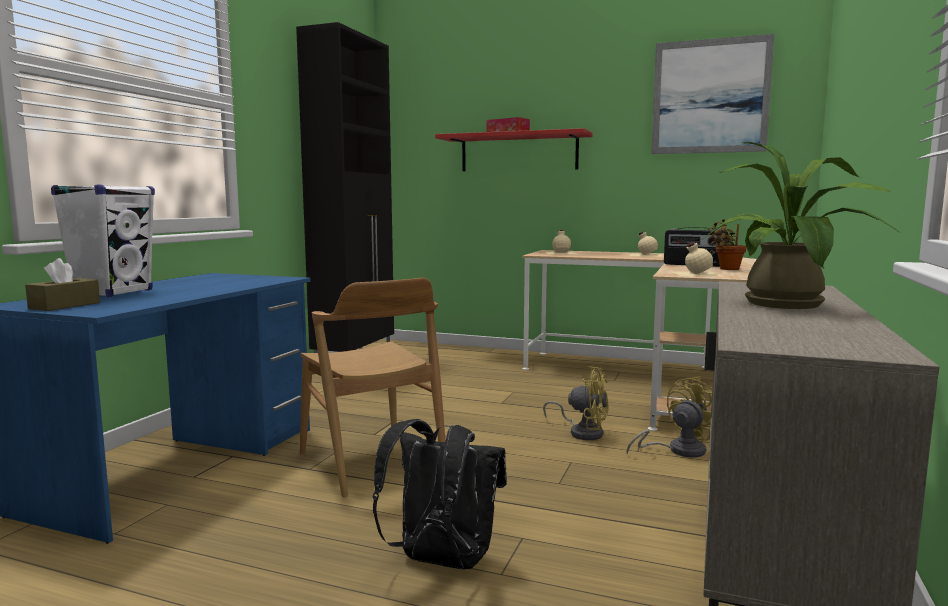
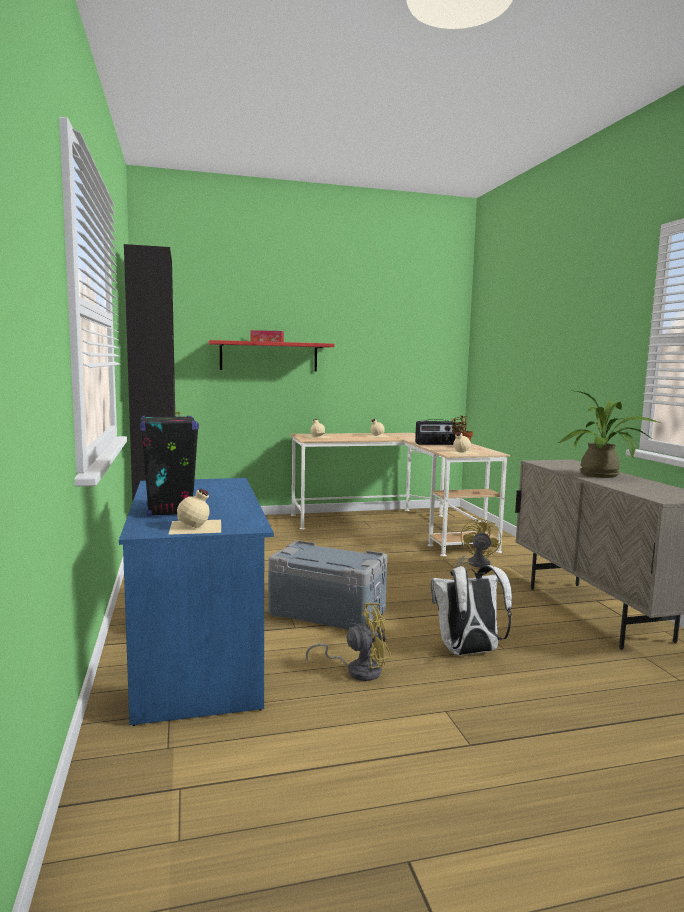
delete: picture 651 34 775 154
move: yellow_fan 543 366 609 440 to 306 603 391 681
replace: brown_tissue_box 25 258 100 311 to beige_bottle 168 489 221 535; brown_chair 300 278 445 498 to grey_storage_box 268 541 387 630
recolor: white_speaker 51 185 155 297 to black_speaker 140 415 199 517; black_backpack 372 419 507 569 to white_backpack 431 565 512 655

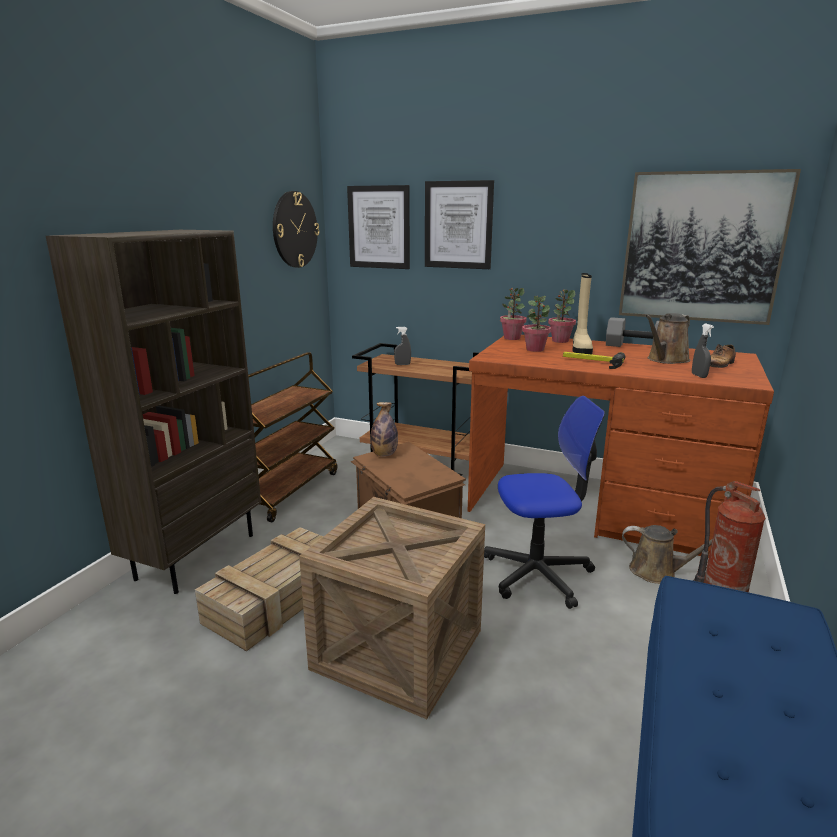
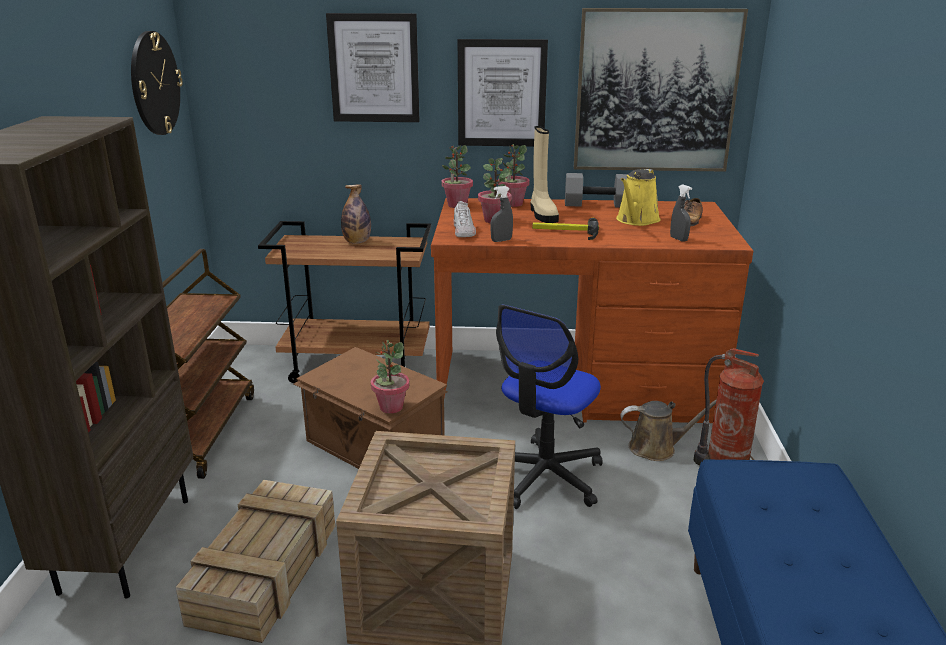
insert: potted_plant 371 340 410 414; white_shoe 453 201 476 237
move: picture 347 185 410 269 to 458 39 548 146; bottle 370 402 398 456 to 341 184 371 244; grey_spray_bottle 394 327 411 365 to 490 186 513 242
recolor: brown_watering_can 645 313 690 364 to yellow_watering_can 616 169 660 226
rotate: office_chair 484 396 605 609 = 496 305 602 509 150 degrees clockwise

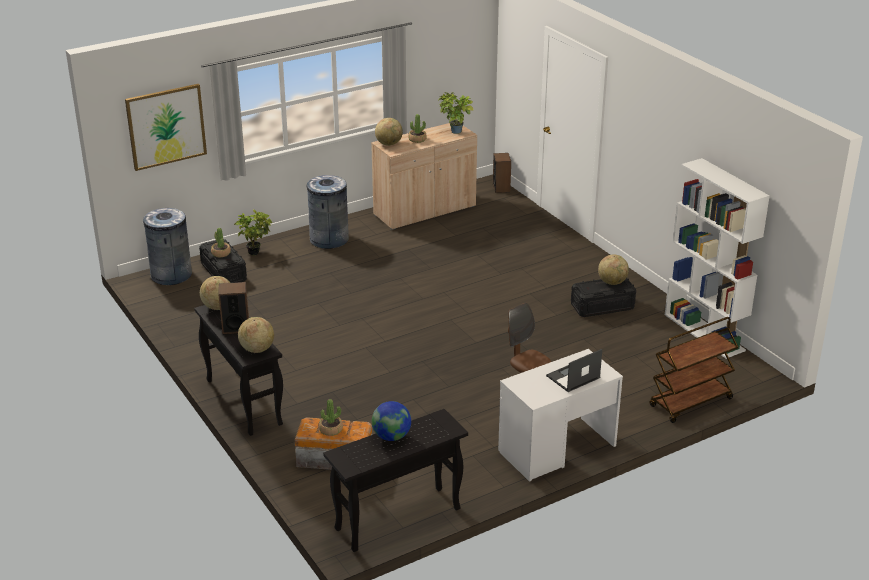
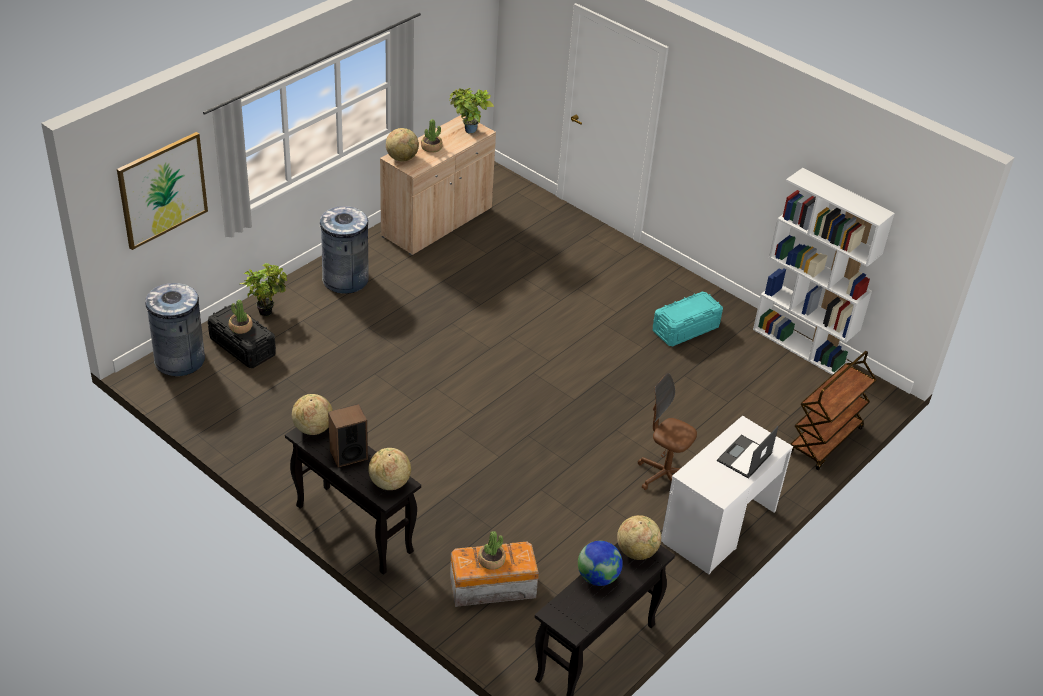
delete: speaker 493 153 511 193
move: globe 598 254 629 285 to 617 515 661 560
recolor: black_storage_box 571 278 636 317 to turquoise_storage_box 652 292 723 346

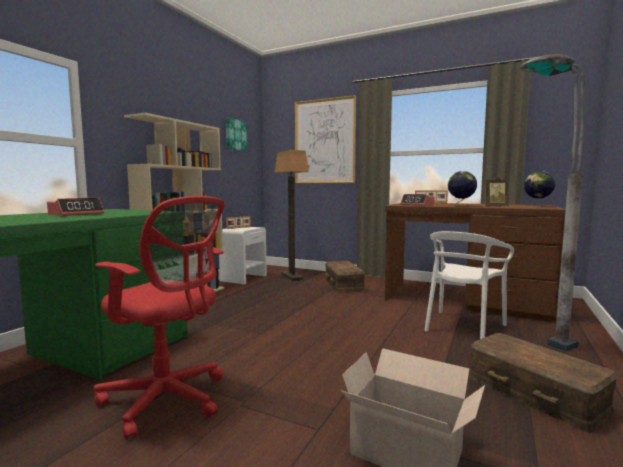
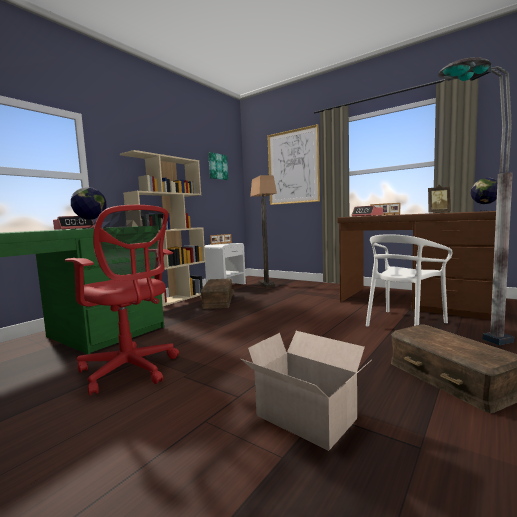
move: brown_storage_box 325 261 365 293 to 200 279 234 309; globe 448 171 477 207 to 71 187 106 229

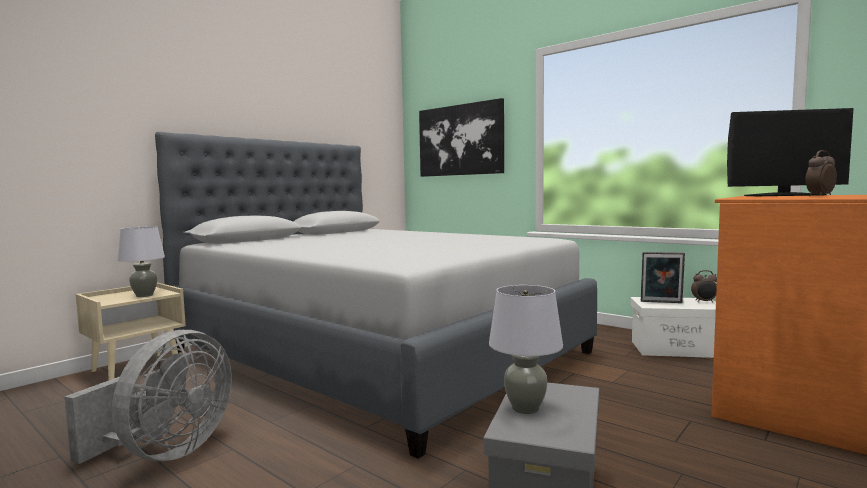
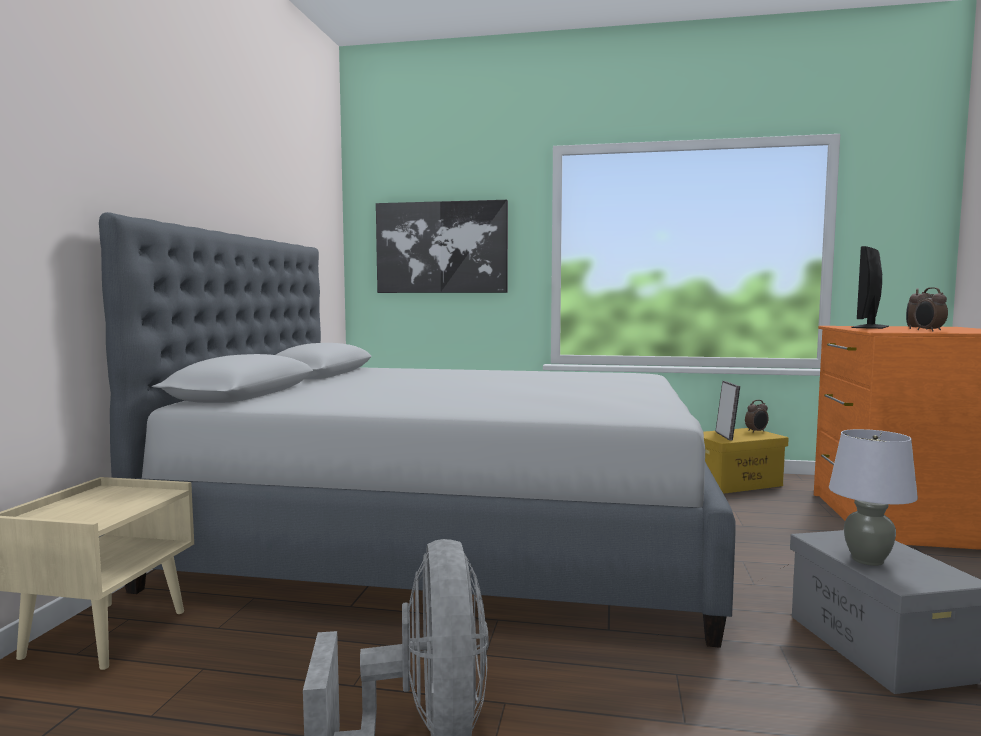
delete: grey_table_lamp 118 226 165 297
insert: alarm_clock 914 287 948 331
recolor: white_storage_box 630 297 716 358 to yellow_storage_box 703 428 789 494
rotate: picture_frame 641 252 685 303 = 715 381 740 441 75 degrees counterclockwise; monitor 727 108 854 196 = 852 246 889 329 150 degrees clockwise

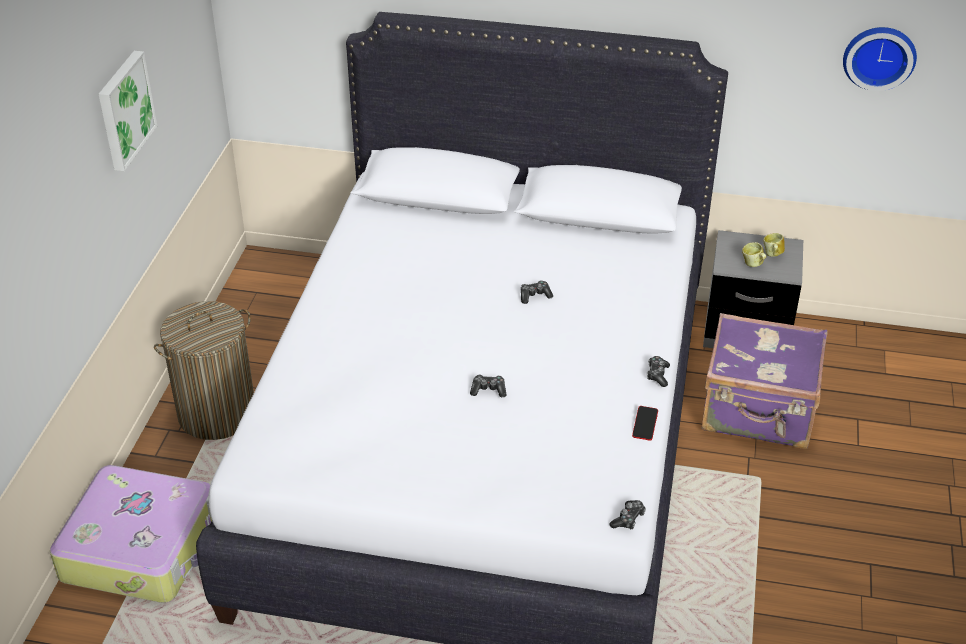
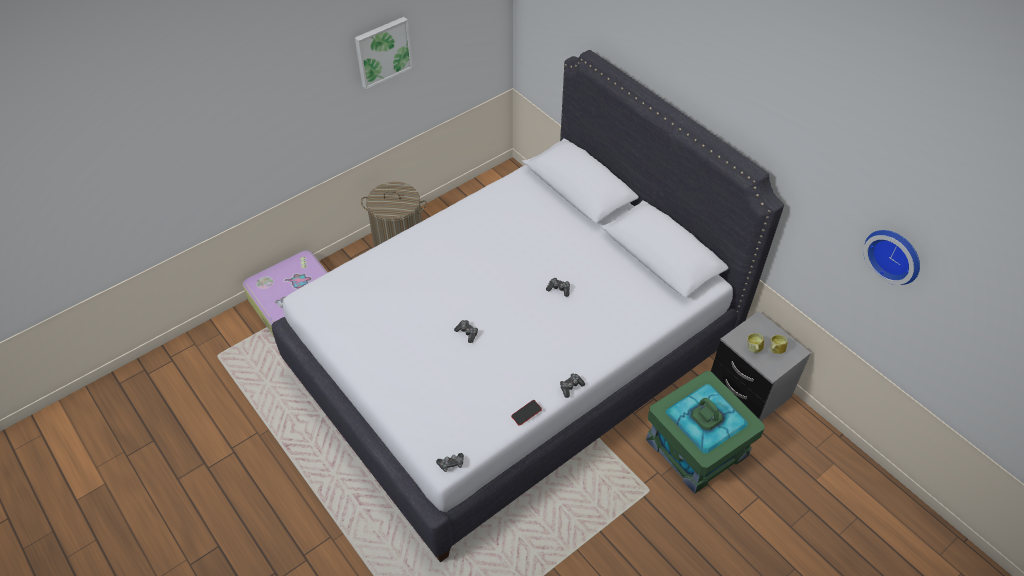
replace: purple_suitcase 702 313 827 449 to green_storage_box 646 371 765 494

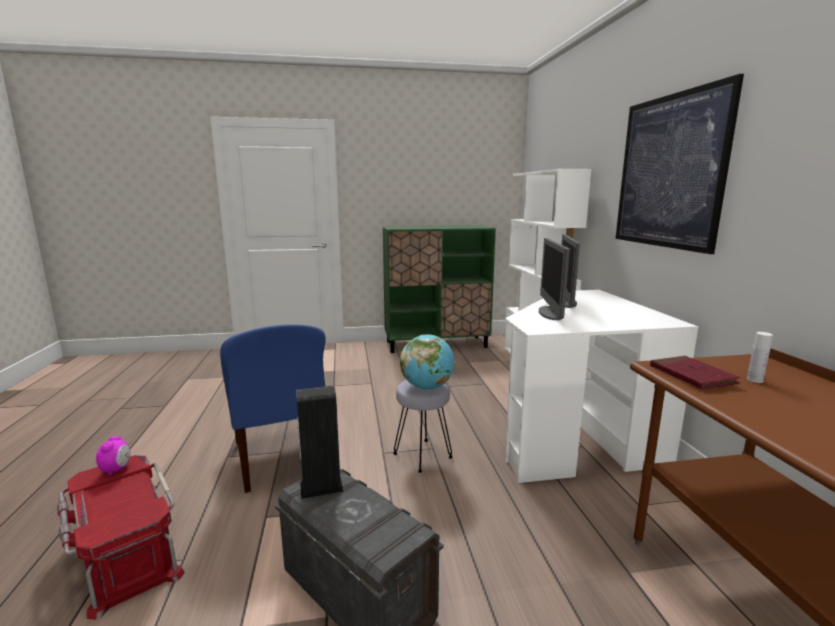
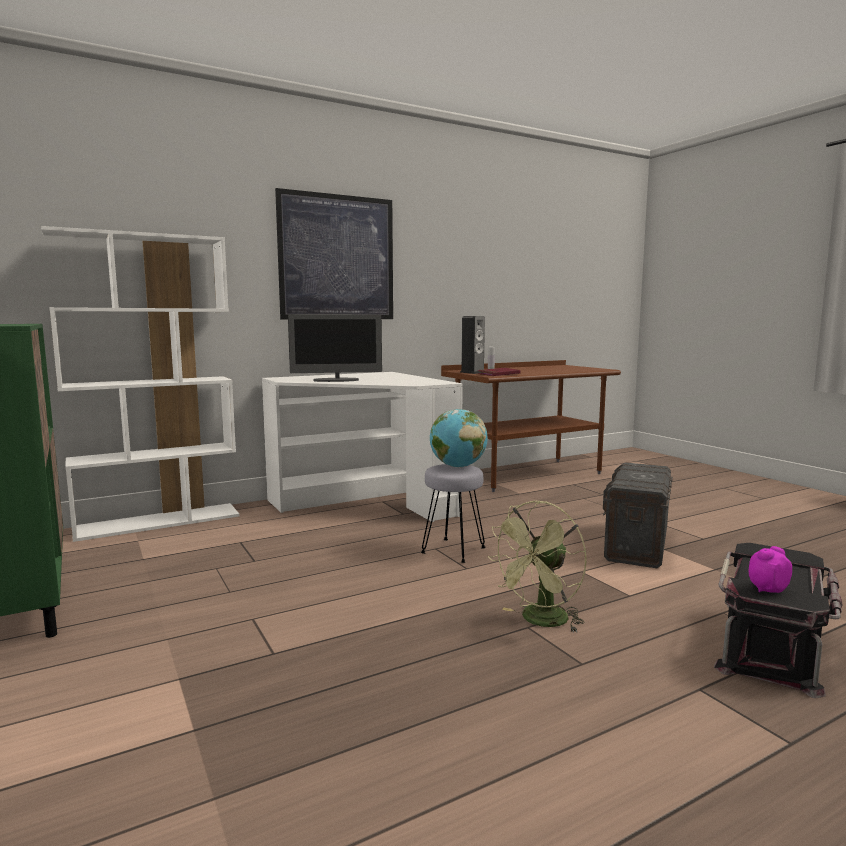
delete: monitor 539 238 570 320
move: speaker 296 385 344 499 to 460 316 485 374
replace: blue_chair 220 324 326 493 to green_fan 488 501 587 633
recolor: red_storage_box 57 455 185 620 to black_storage_box 714 543 843 698

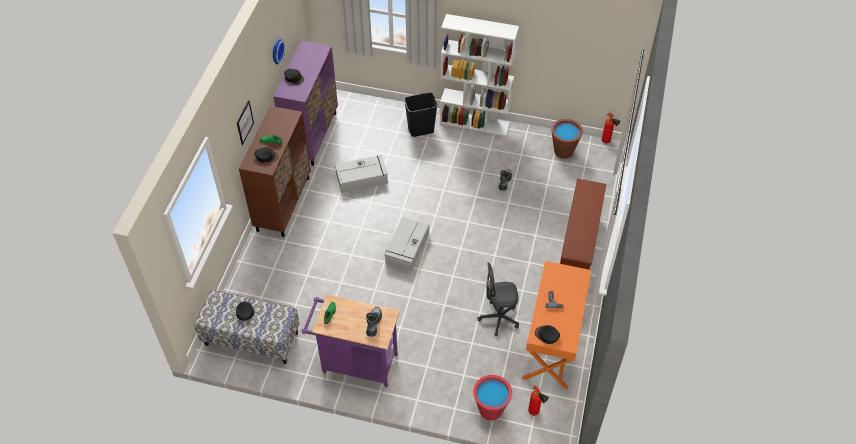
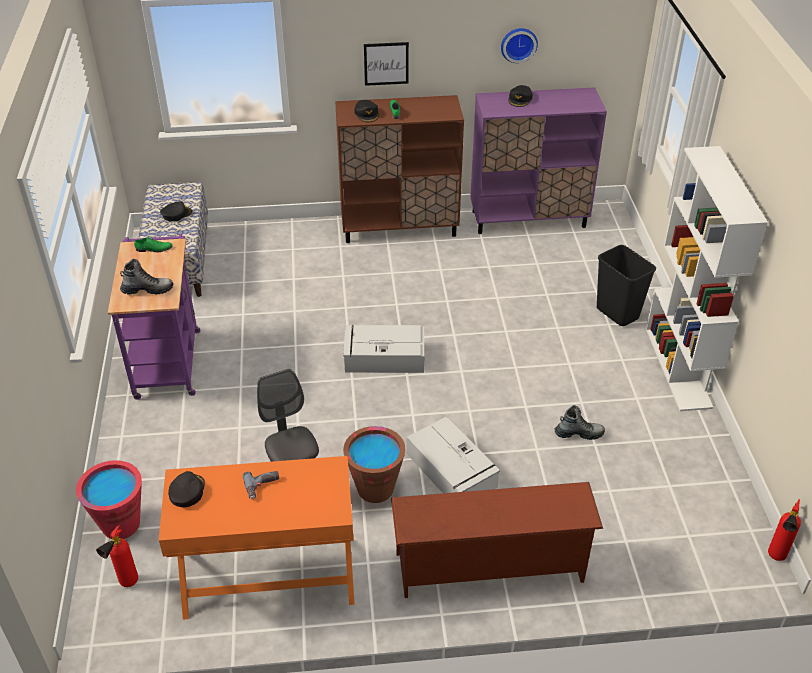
move: grey_storage_box 335 155 388 193 to 406 417 500 493; brown_bucket 551 119 583 159 to 343 426 405 503

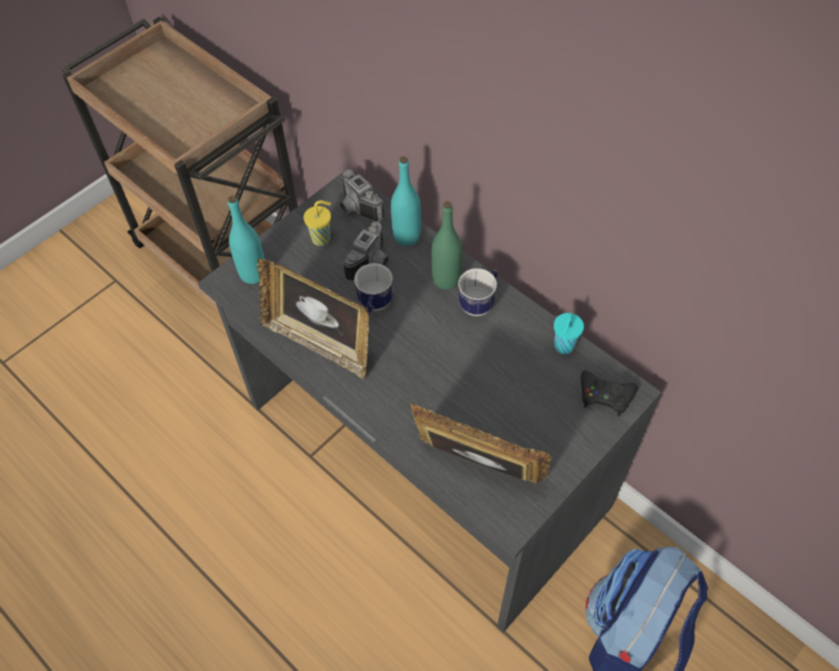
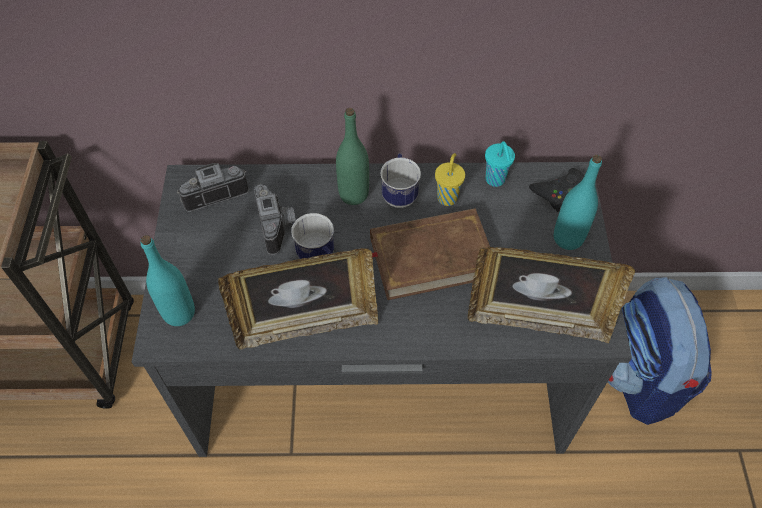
insert: brown_book 370 208 490 300
move: yellow_cup 304 200 331 246 to 435 153 465 206; turquoise_bottle 391 156 421 246 to 554 155 602 250
rotate: photo_camera 340 169 384 222 = 177 163 249 212 150 degrees clockwise; picture_frame 411 403 552 484 = 468 247 635 343 150 degrees counterclockwise

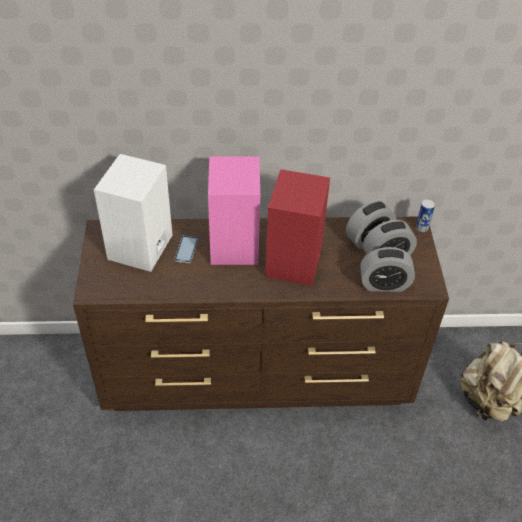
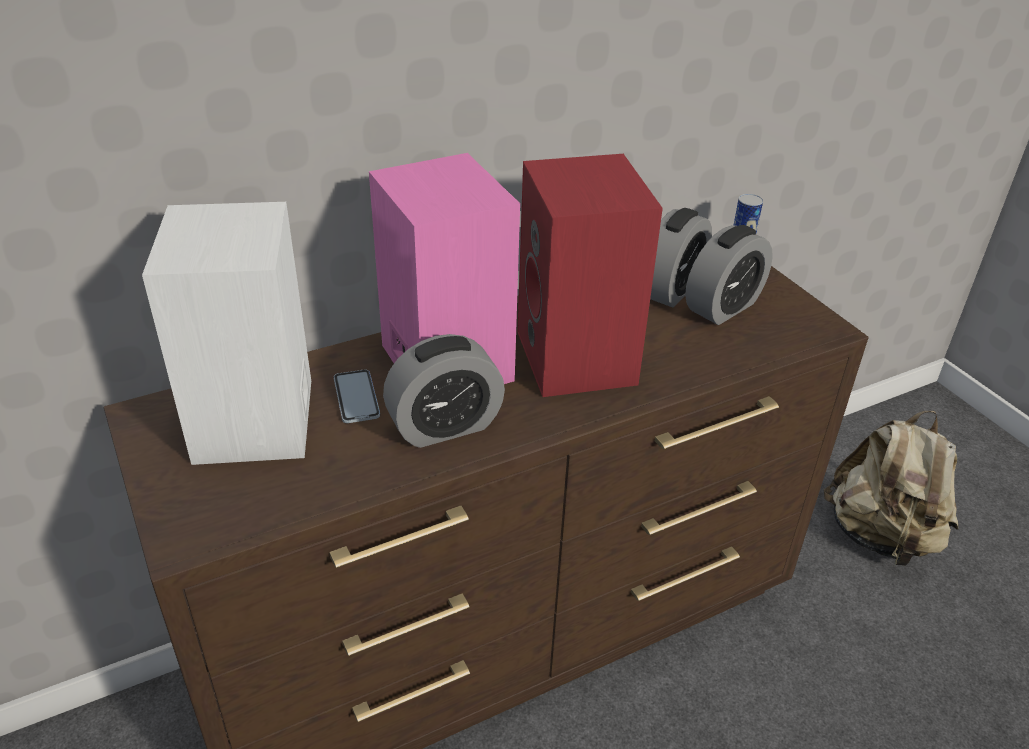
move: alarm_clock 360 247 415 292 to 383 334 505 448

